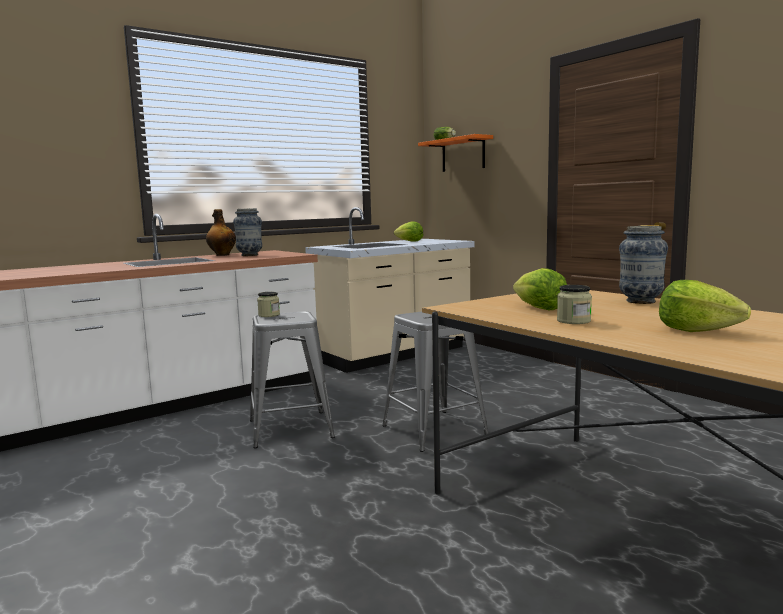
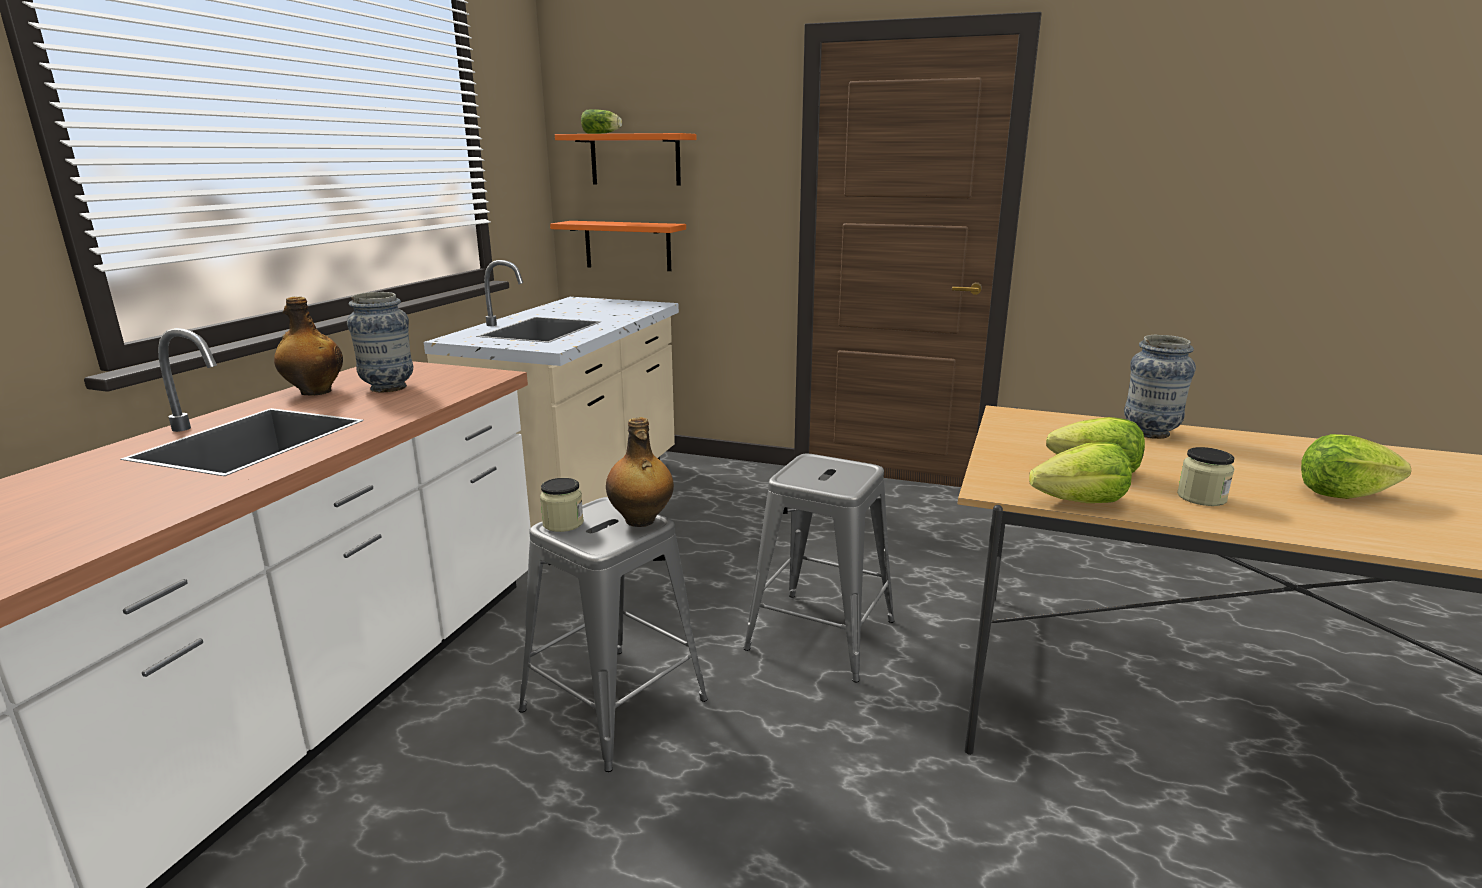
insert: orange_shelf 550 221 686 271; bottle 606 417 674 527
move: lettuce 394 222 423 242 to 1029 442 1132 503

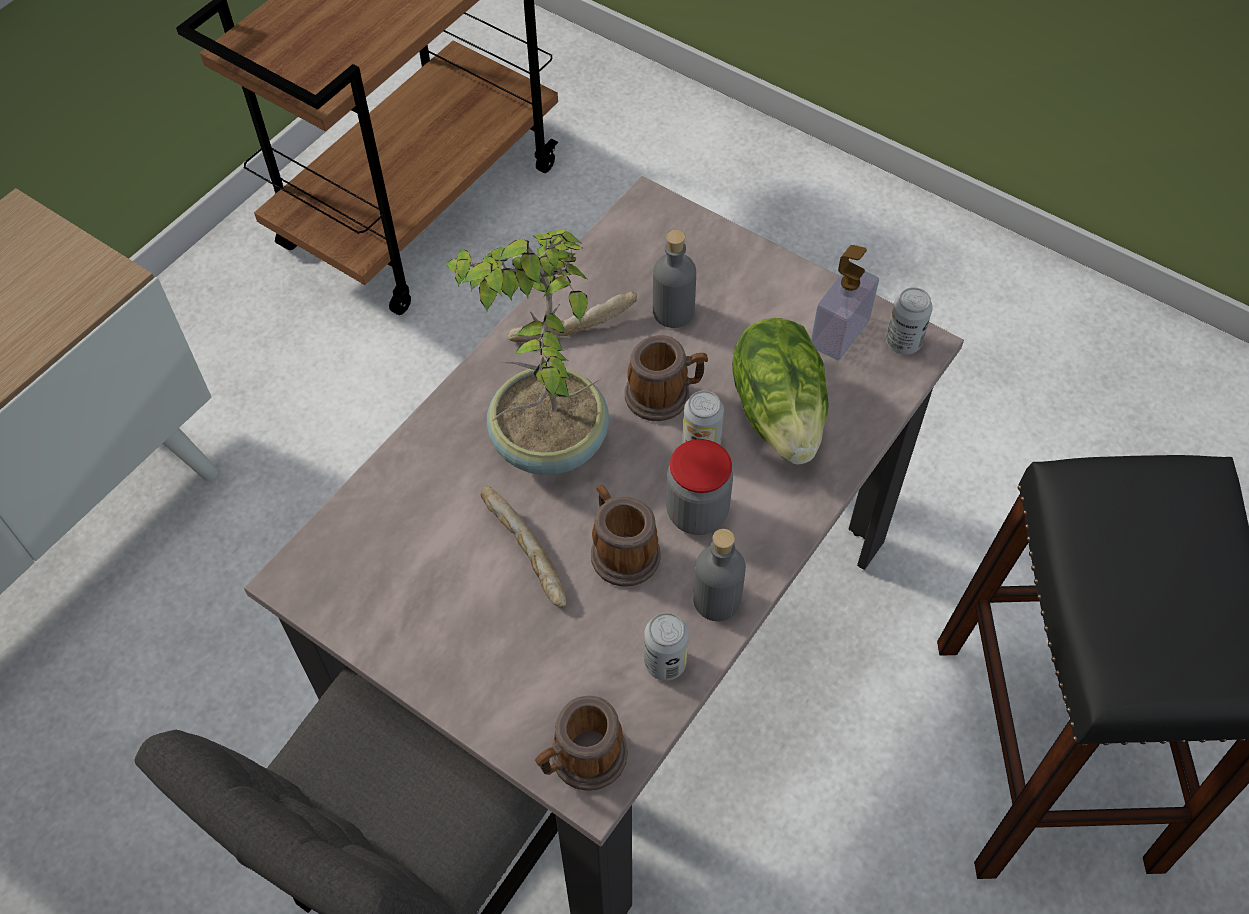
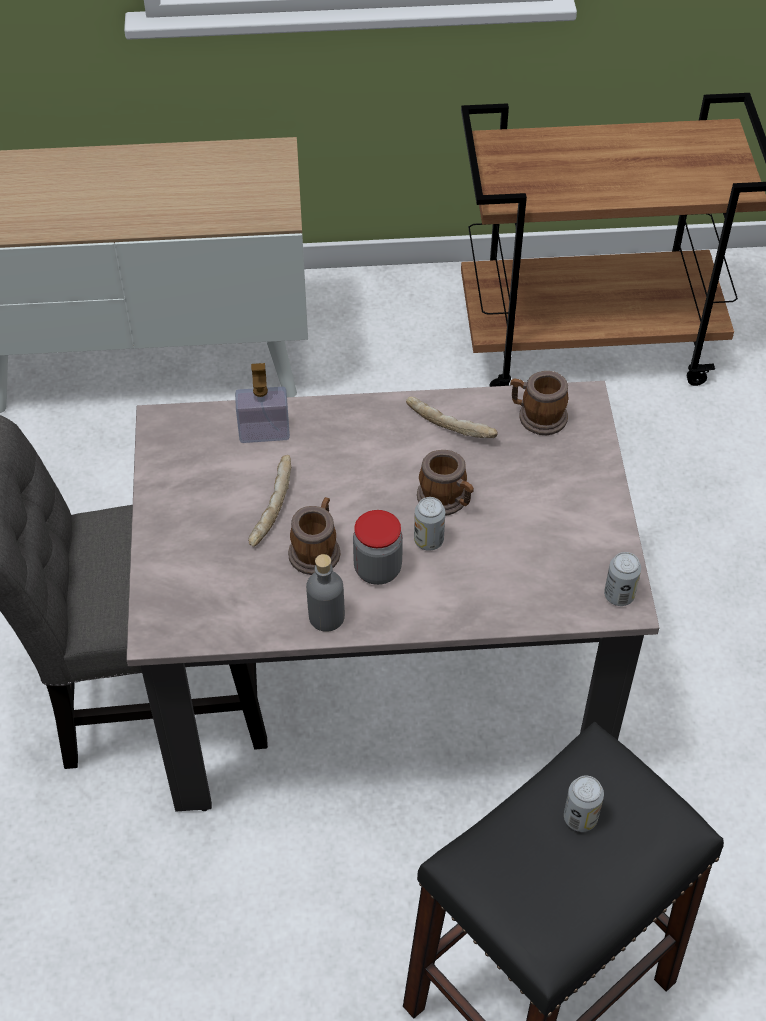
delete: potted_plant 446 229 609 475; grey_bottle 653 230 696 328; lettuce 732 318 829 464
move: mug 535 696 628 791 to 510 371 568 435; can 644 613 689 681 to 564 775 604 832; soap_dispenser 811 245 879 361 to 235 363 290 443

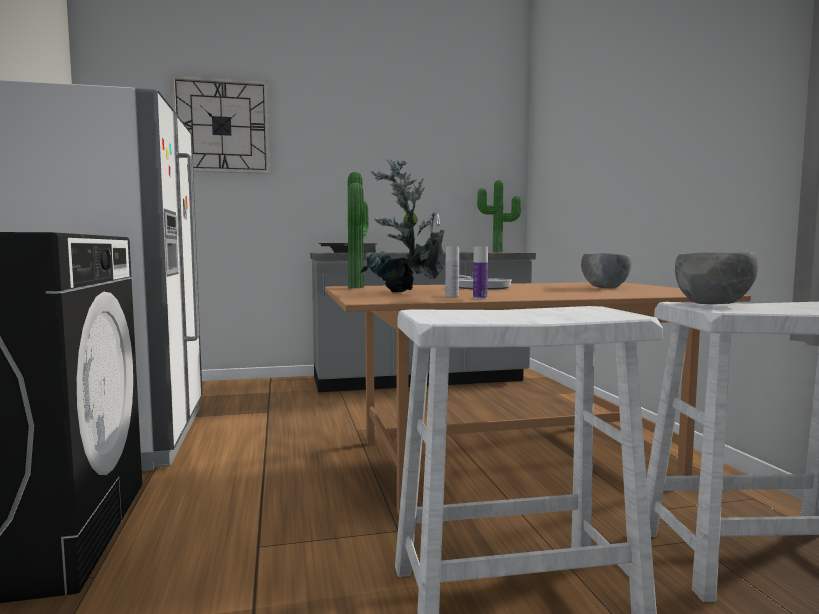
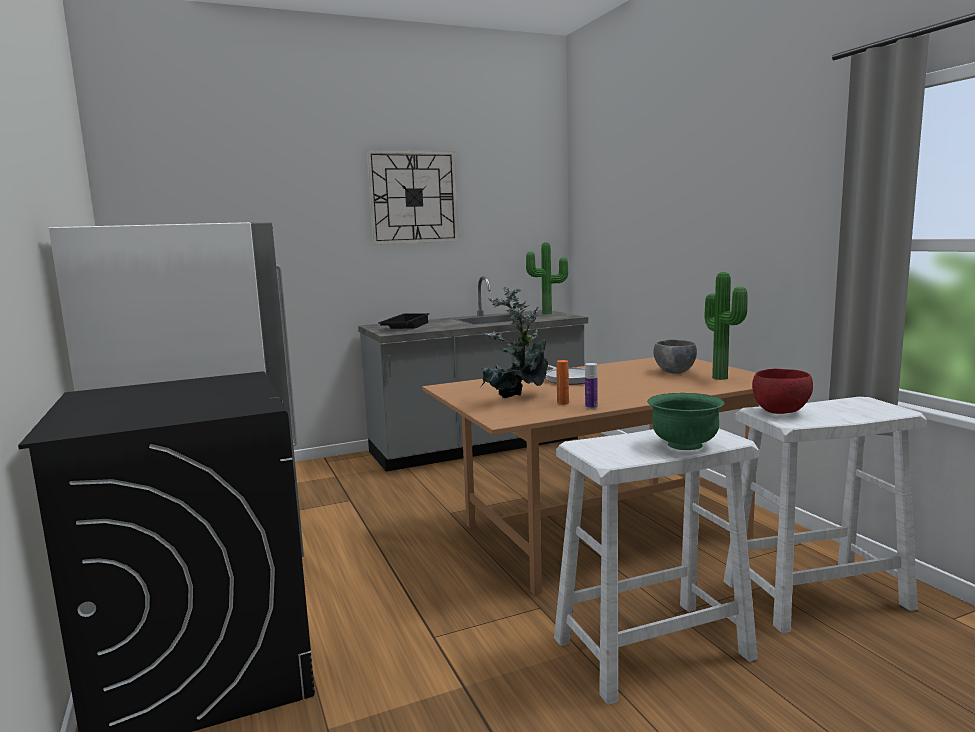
insert: green_bowl 647 393 725 450
move: wall_clock 171 75 270 174 to 367 150 459 245; potted_plant 348 172 369 288 to 704 272 748 380
recolor: white_bottle 445 246 459 297 to orange_bottle 557 360 569 405; grey_bowl 675 252 758 304 to red_bowl 752 369 813 414

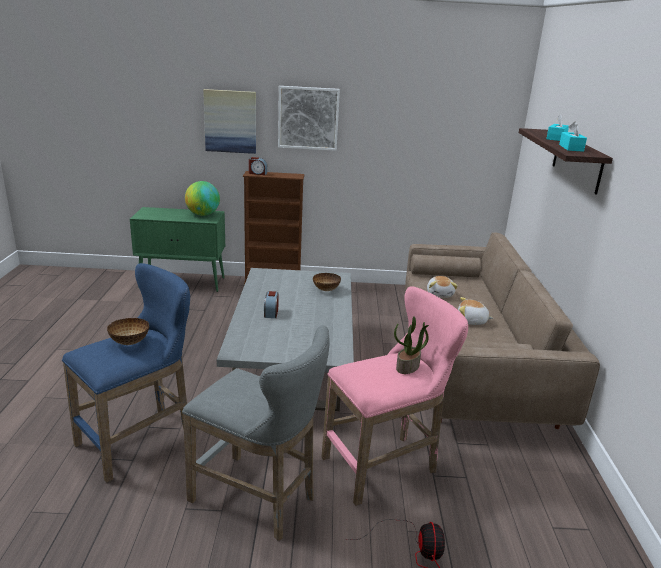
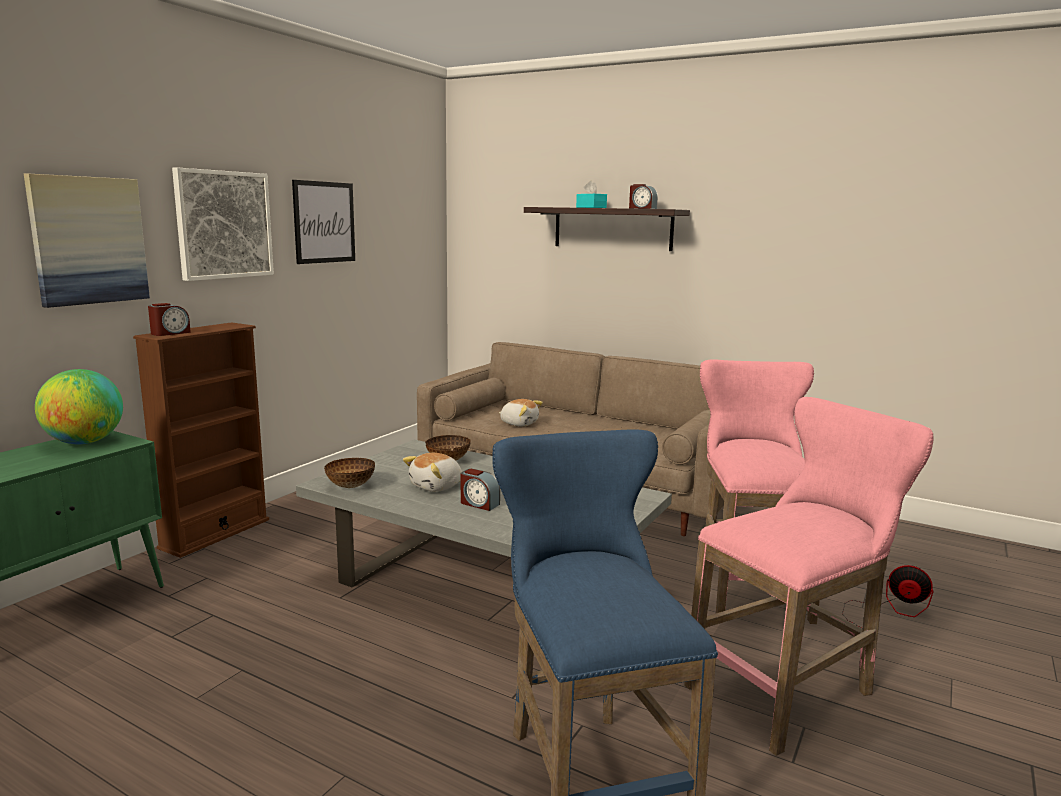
delete: potted_plant 394 317 429 374
insert: picture 292 180 355 264
move: bowl 107 318 149 345 to 324 458 375 488; plush_toy 458 297 493 325 to 403 453 462 492
replace: turquoise_tissue_box 559 122 587 152 to alarm_clock 629 184 658 209
recolor: grey_stool 182 325 330 541 to pink_stool 684 397 934 756

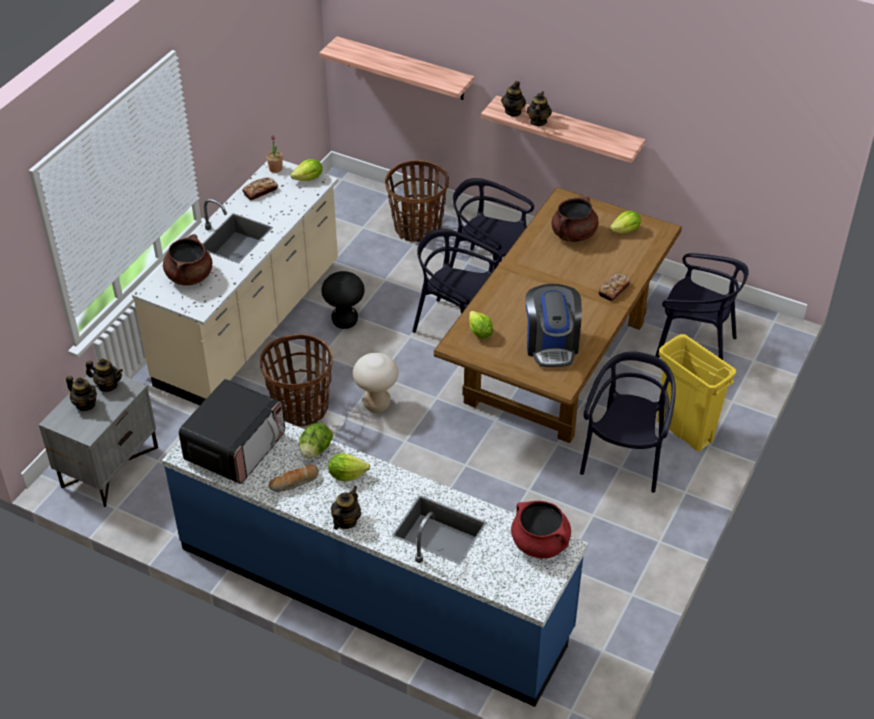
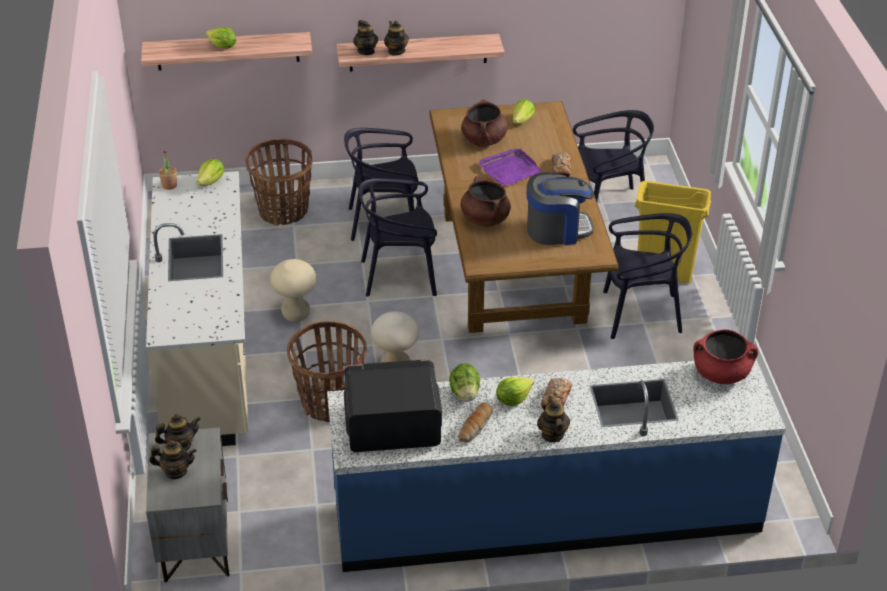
insert: purple_tray 479 148 541 186
move: brown_cooking_pot 163 234 212 286 to 461 176 511 227; bread 242 177 278 201 to 541 378 572 410; lettuce 469 311 493 339 to 205 27 236 49
recolor: black_stool 321 271 365 329 to beige_stool 270 259 317 322
rotate: microwave 179 379 285 484 = 344 359 442 452 90 degrees counterclockwise; coffee_machine 525 284 582 367 = 526 172 594 245 60 degrees counterclockwise; black_chair 580 351 676 493 = 603 213 692 339 105 degrees clockwise

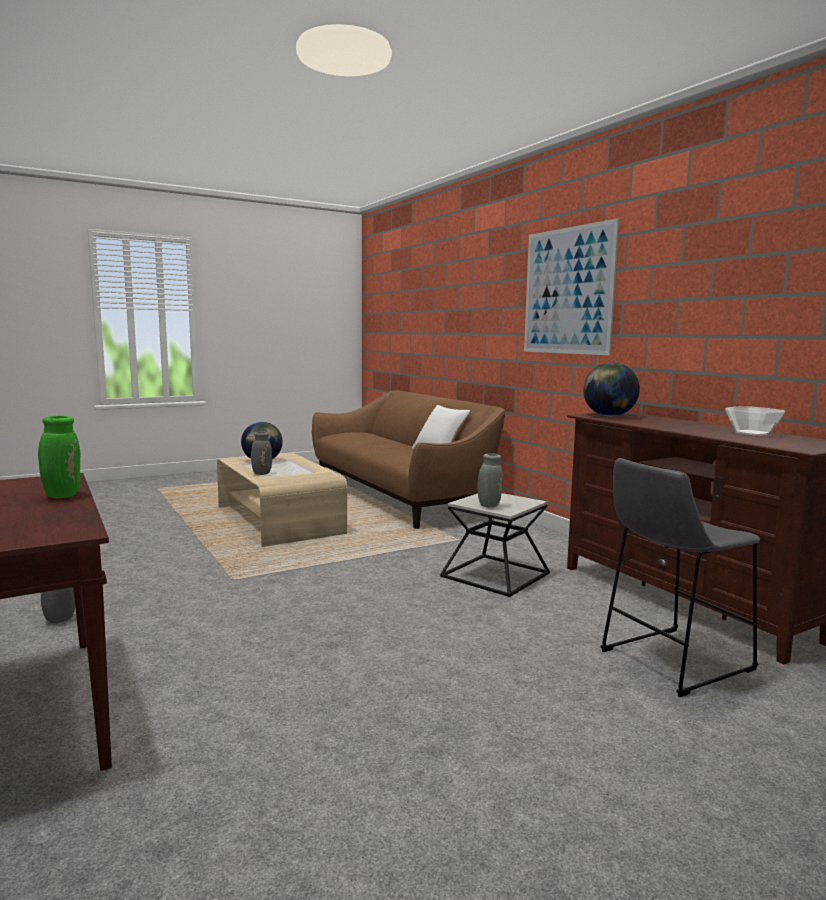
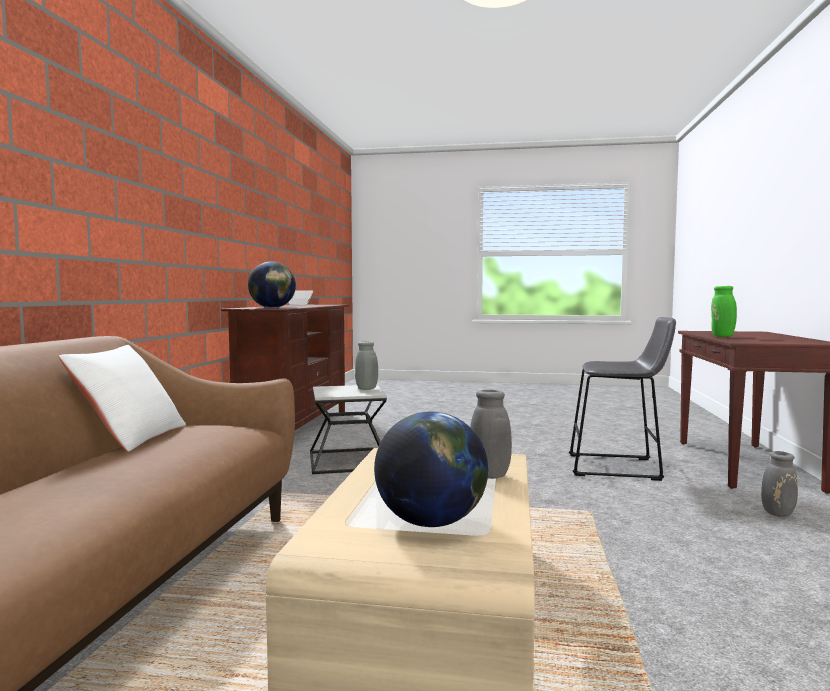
delete: picture 524 218 619 355
move: grey_stool 601 458 760 697 to 569 317 676 481

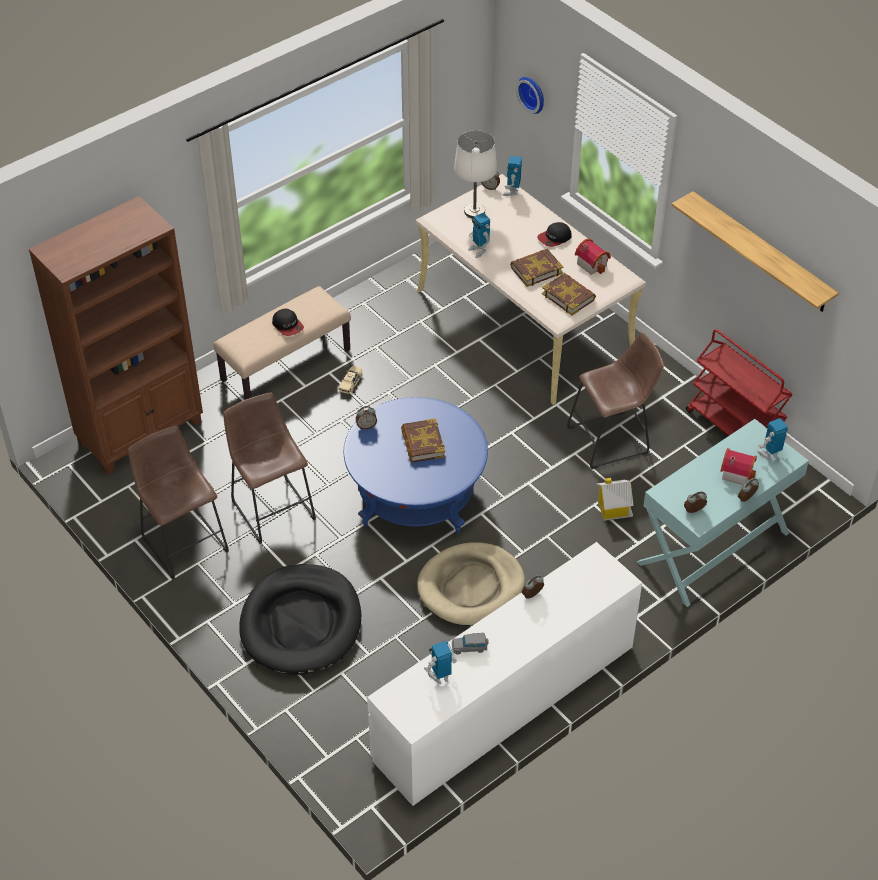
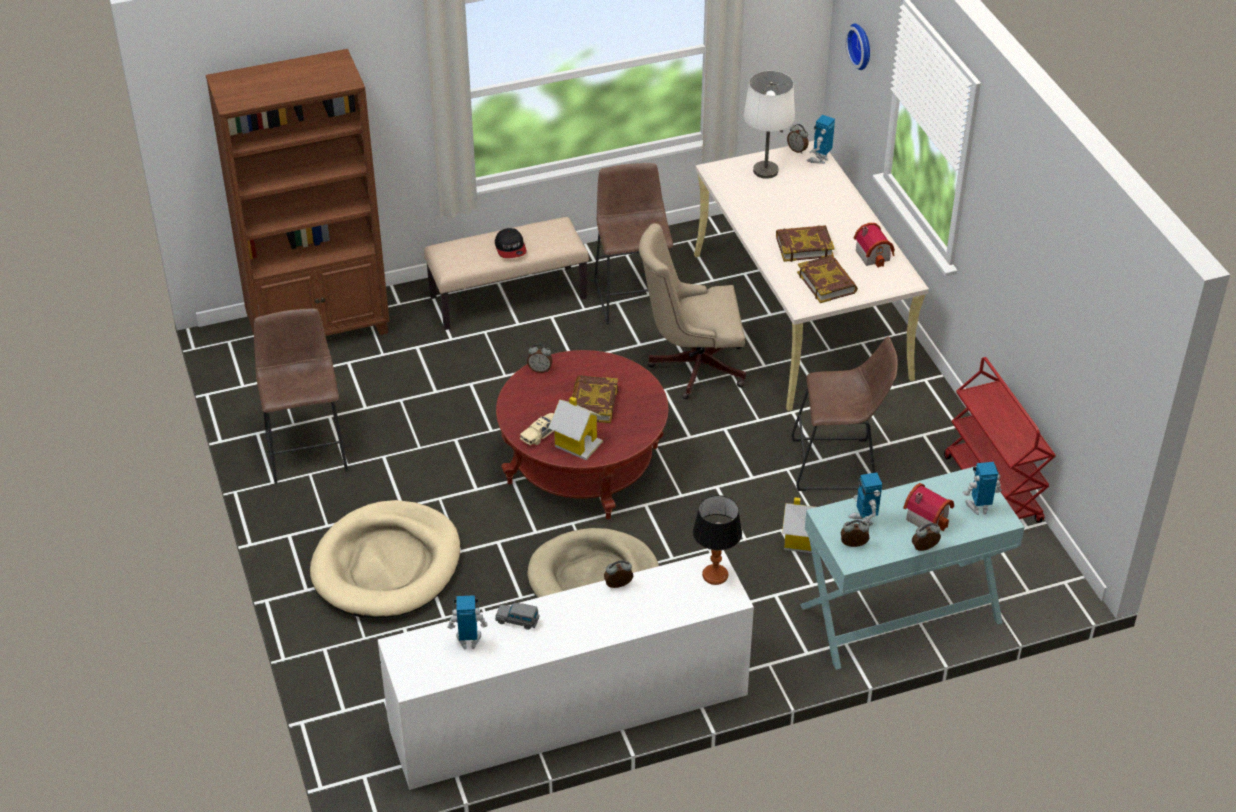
delete: cap 537 222 572 247; shelf 671 191 839 312
insert: toy_house 548 397 603 460; beige_office_chair 639 223 746 399; table_lamp 693 495 742 585
move: brown_stool 224 393 316 544 to 595 163 673 324; beige_toy_car 339 366 362 394 to 520 413 554 445; toy_robot 468 213 490 258 to 848 472 882 526
recolor: black_dog_bed 239 564 361 675 to beige_dog_bed 310 500 460 618; blue_coffee_table 343 397 488 534 to red_coffee_table 496 350 668 520

